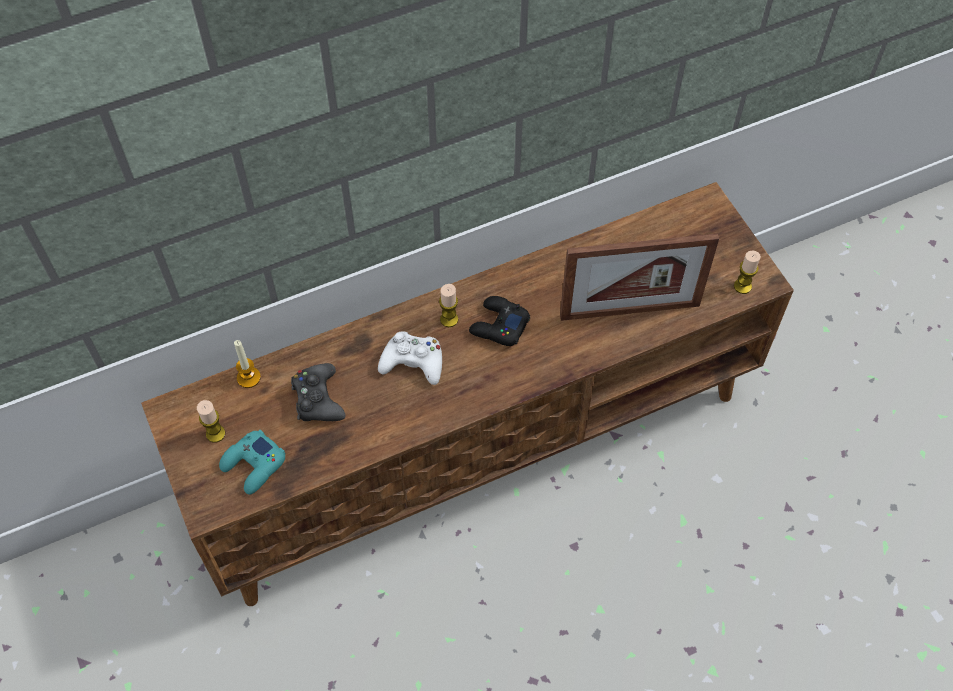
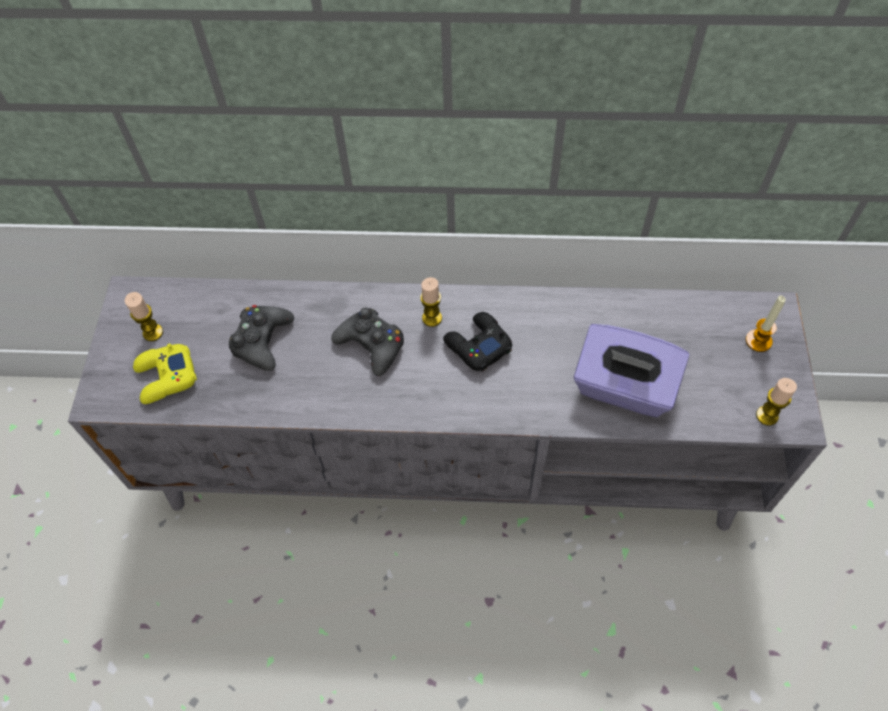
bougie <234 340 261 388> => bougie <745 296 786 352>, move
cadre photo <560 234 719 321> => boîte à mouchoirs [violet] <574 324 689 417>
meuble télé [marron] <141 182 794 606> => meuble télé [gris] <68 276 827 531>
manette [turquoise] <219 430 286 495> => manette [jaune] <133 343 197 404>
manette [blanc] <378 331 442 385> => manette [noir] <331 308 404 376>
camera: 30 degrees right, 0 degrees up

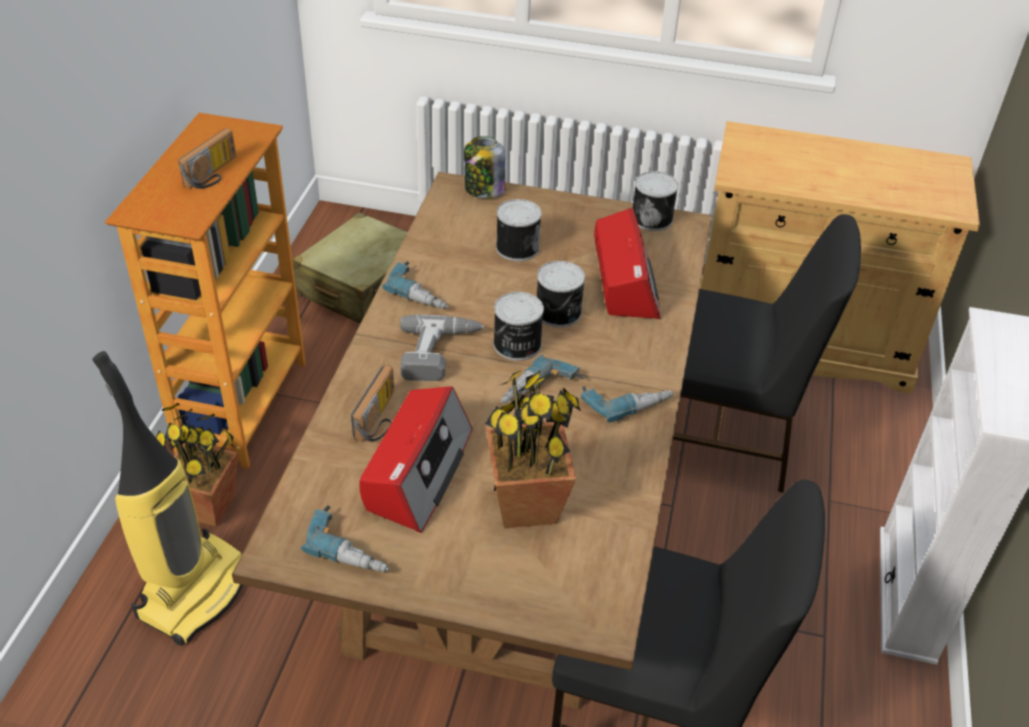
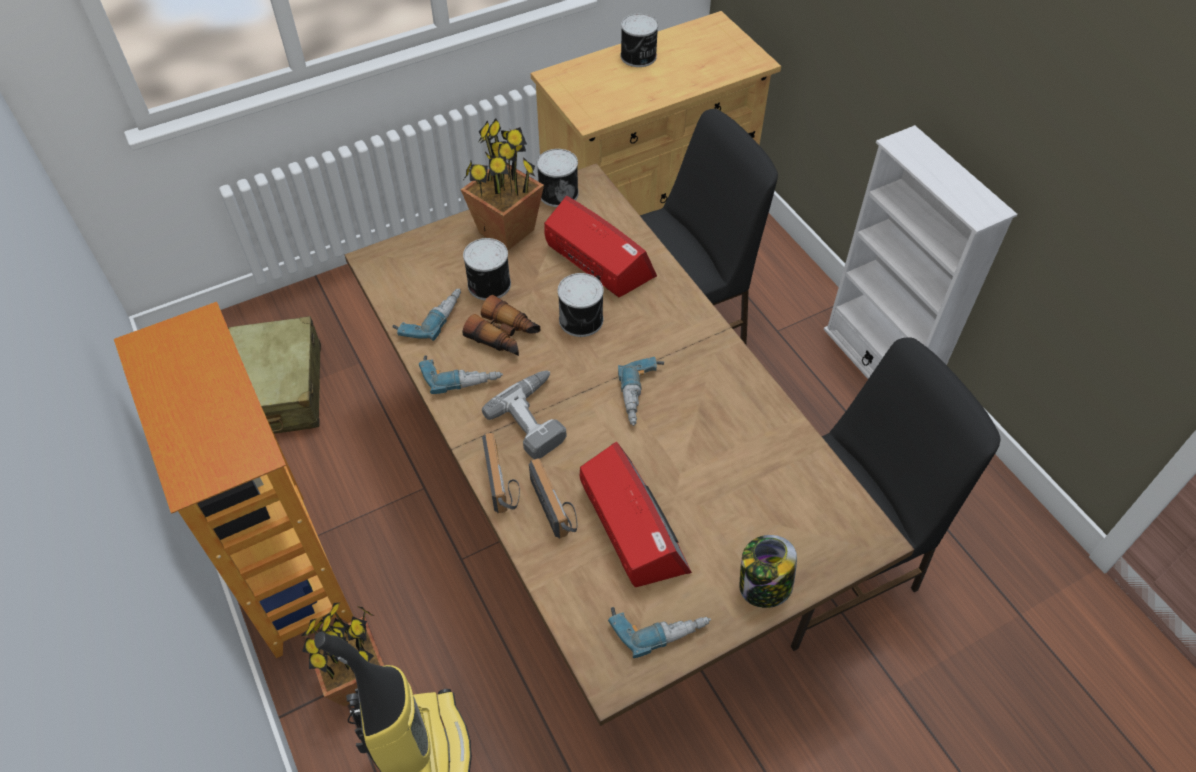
nothing => jumelles <463 295 540 356>
radio <179 128 236 189> => radio <482 433 520 513>, move
bocal <464 136 506 198> => bocal <739 535 797 608>, move
plante en pot <485 370 581 528> => plante en pot <461 118 544 250>, move
boîte métallique <493 292 544 361> => boîte métallique <621 13 658 67>, move
perceuse <581 386 674 423> => perceuse <392 288 461 341>, move
camera: 40 degrees left, 10 degrees up

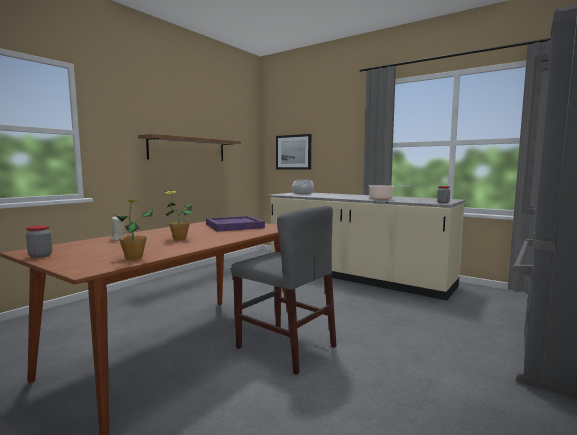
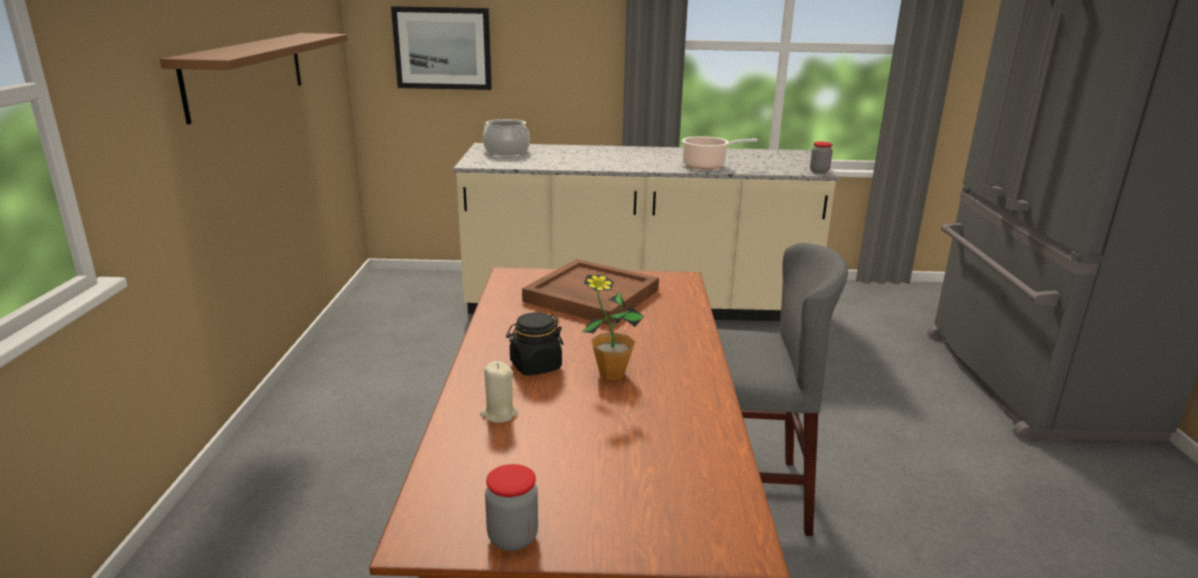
plante en pot <115 198 153 260> => nothing
nothing => bocal [noir] <506 312 564 376>
plateau [violet] <206 216 265 232> => plateau [marron] <522 259 659 325>
camera: 35 degrees left, 15 degrees up

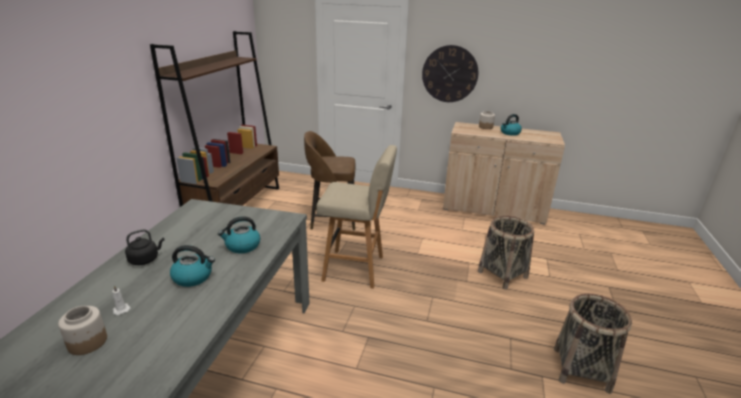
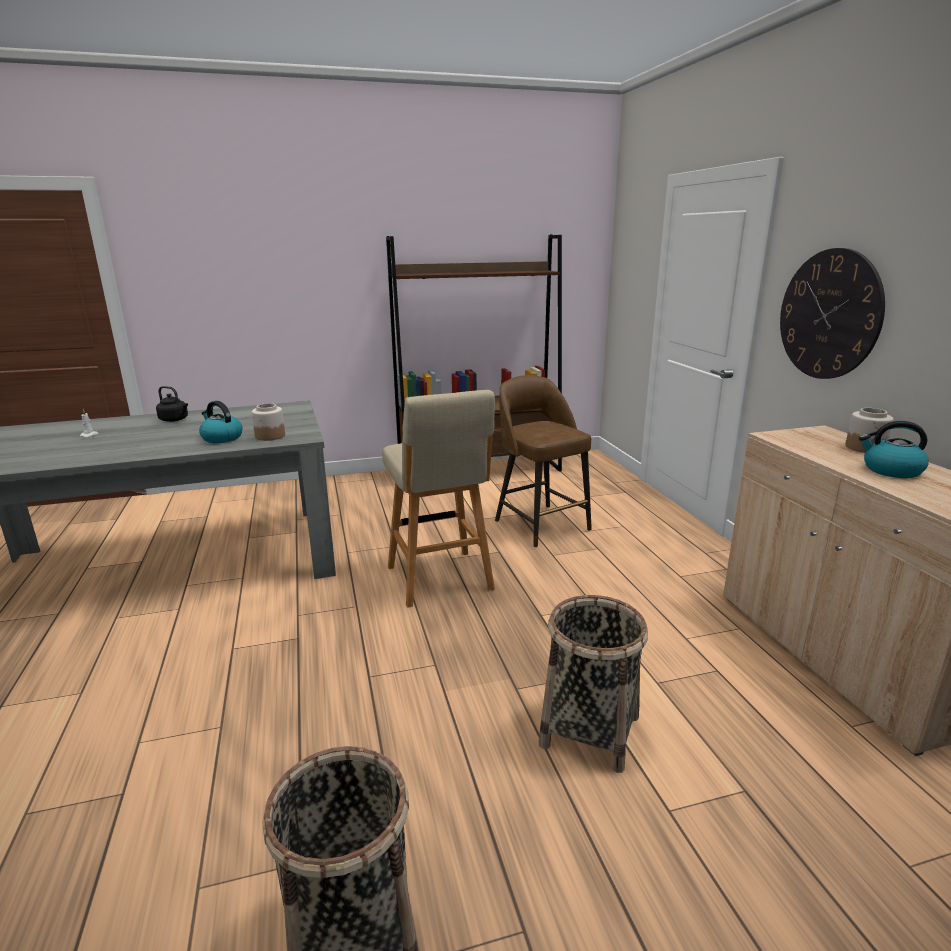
bouilloire <170 245 215 287> => nothing
bocal <58 306 107 355> => bocal <252 403 285 441>, move
camera: 60 degrees right, 5 degrees down

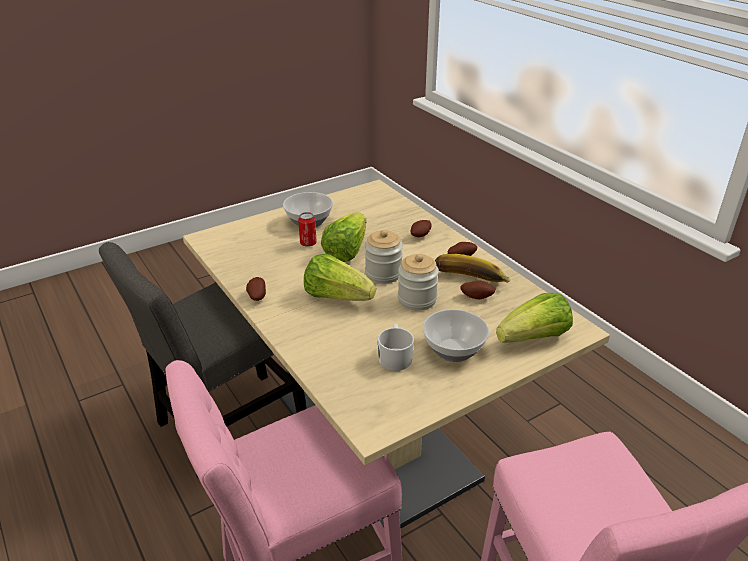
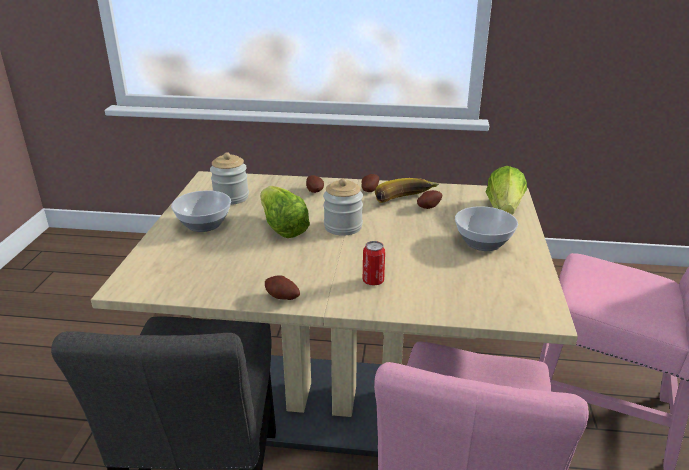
laitue <304 254 376 301> => nothing
mug [blanc] <378 324 414 371> => nothing
boîte métallique <298 212 317 247> => boîte métallique <363 241 385 286>, move
bocal <398 254 439 310> => bocal <210 152 249 205>, move
camera: 50 degrees left, 5 degrees down

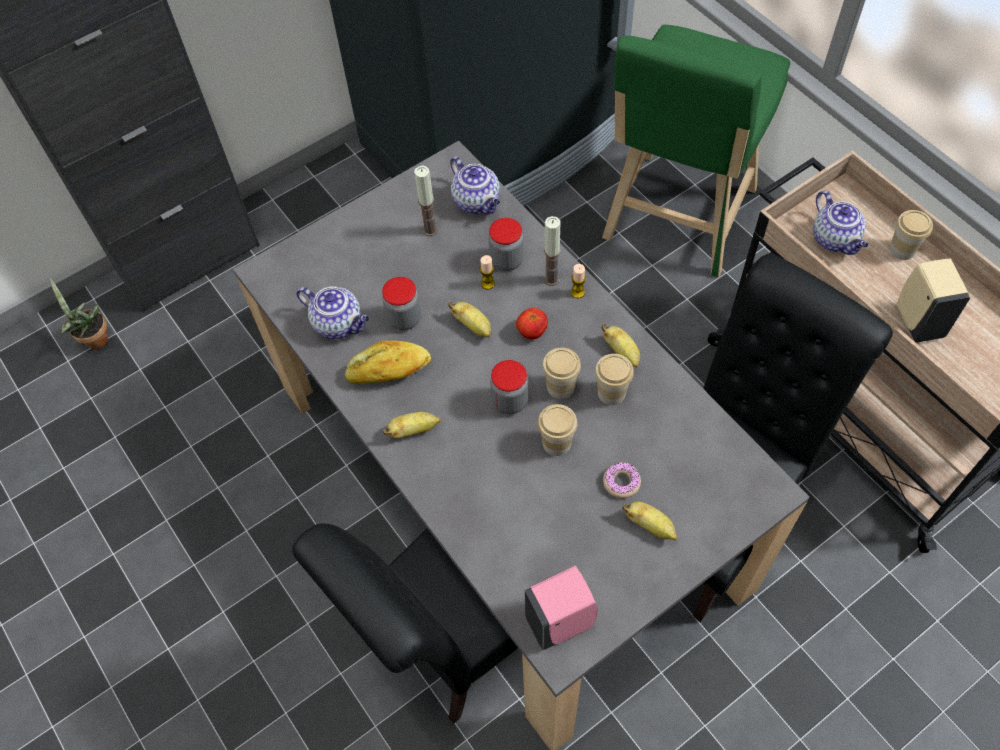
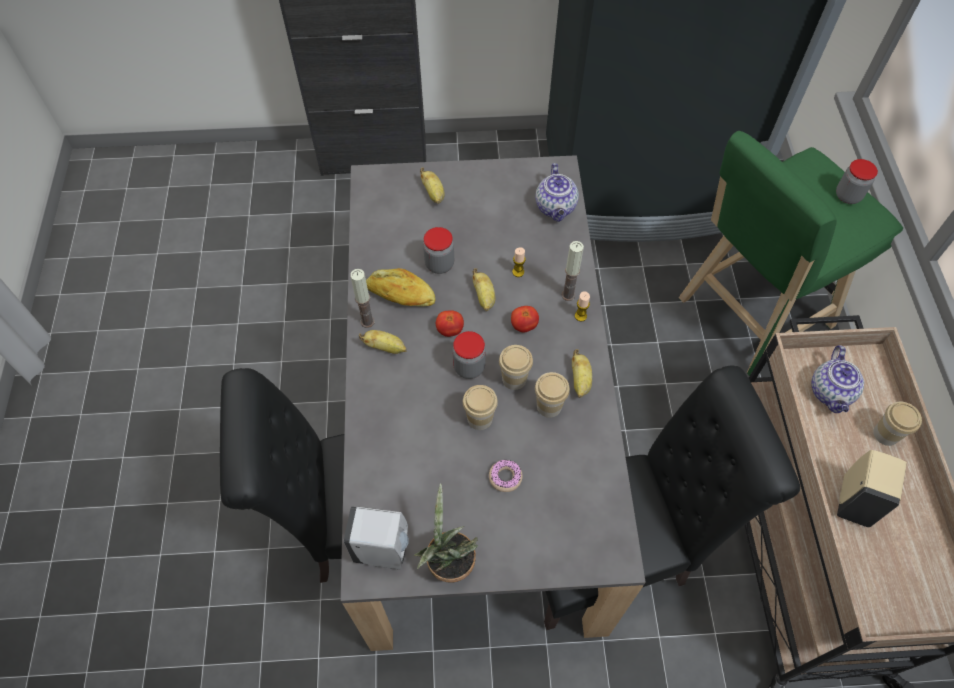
théière <297 286 369 339> => nothing
nothing => tomate <436 310 464 337>
plante en pot <50 278 108 349> => plante en pot <414 484 478 583>, move
bougie <414 166 438 236> => bougie <350 269 375 328>, move
bocal <489 218 524 271> => bocal <836 159 878 204>, move
banane <622 502 677 541> => banane <420 167 445 204>, move
distributeur de savon [rose] <524 565 598 650> => distributeur de savon [blanc] <344 507 409 569>
camera: 30 degrees right, 0 degrees up

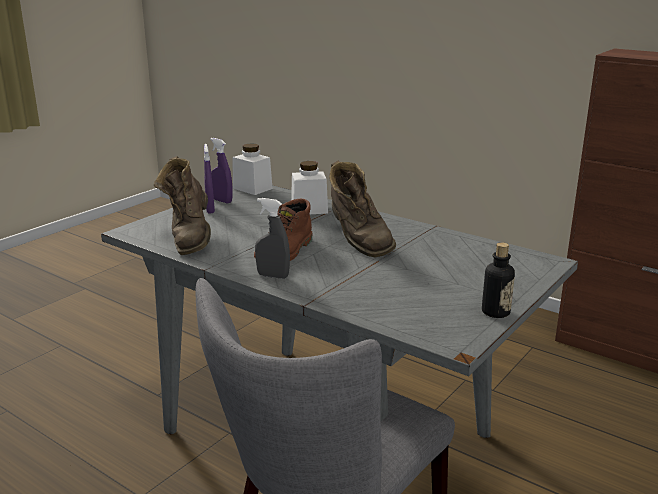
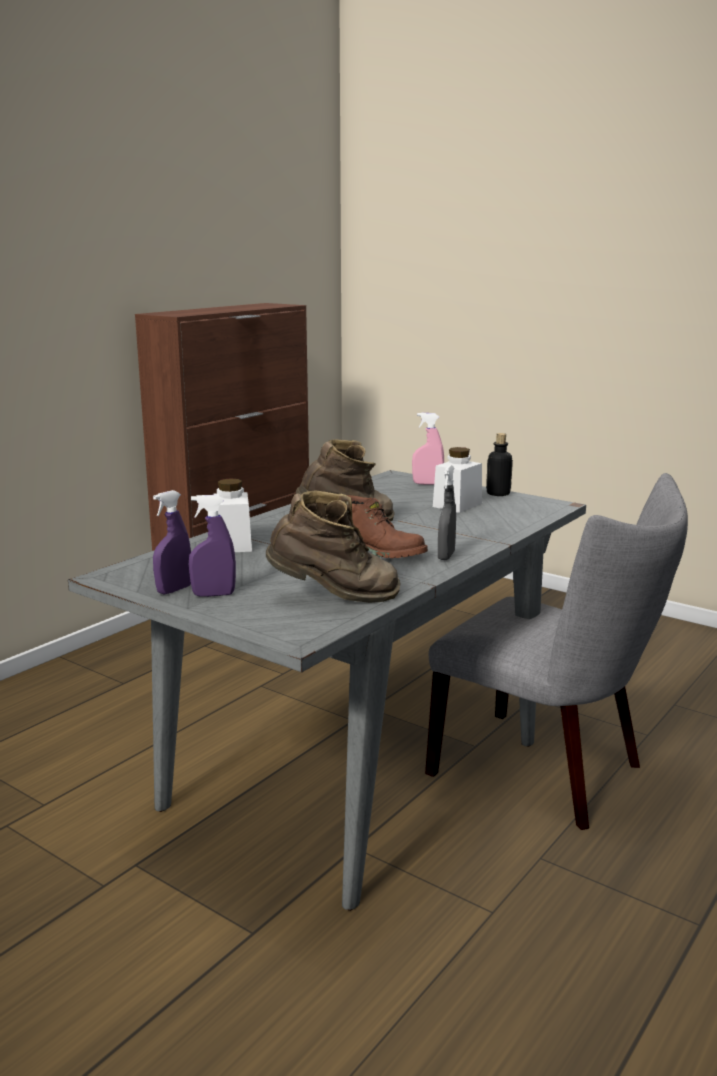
nothing => vaporisateur [rose] <412 413 444 485>
bocal [blanc] <233 143 273 195> => bocal [blanc] <433 447 482 513>, move
camera: 90 degrees left, 5 degrees down

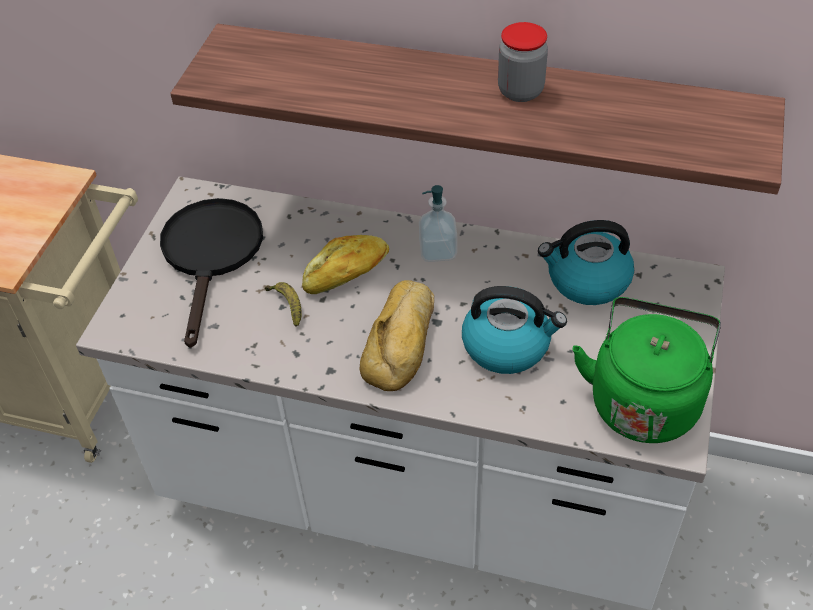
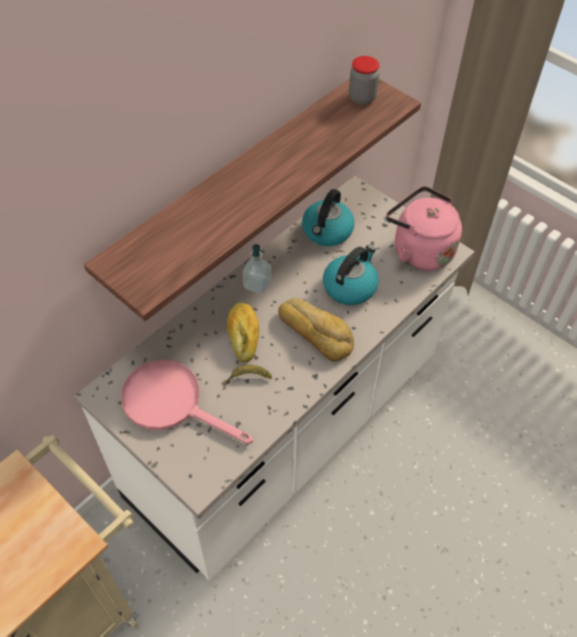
bocal <498 22 548 102> => bocal <349 56 380 105>, move
poêle [noir] <160 198 263 348> => poêle [rose] <121 360 253 444>
bouilloire [vert] <573 297 721 443> => bouilloire [rose] <386 186 462 271>
camera: 65 degrees left, 5 degrees up

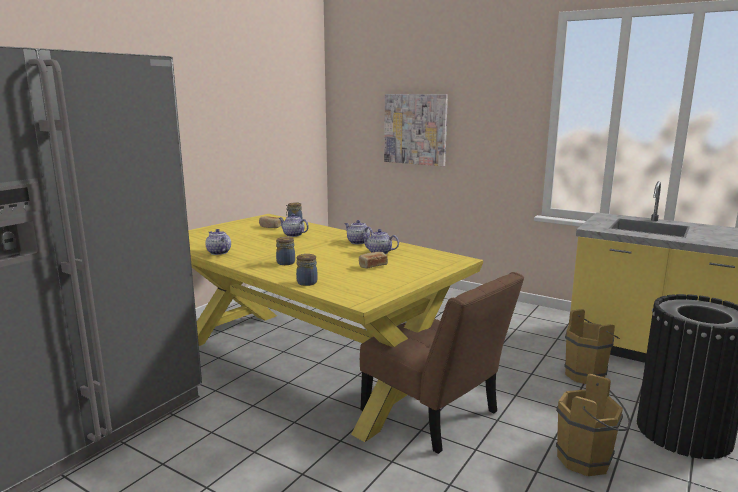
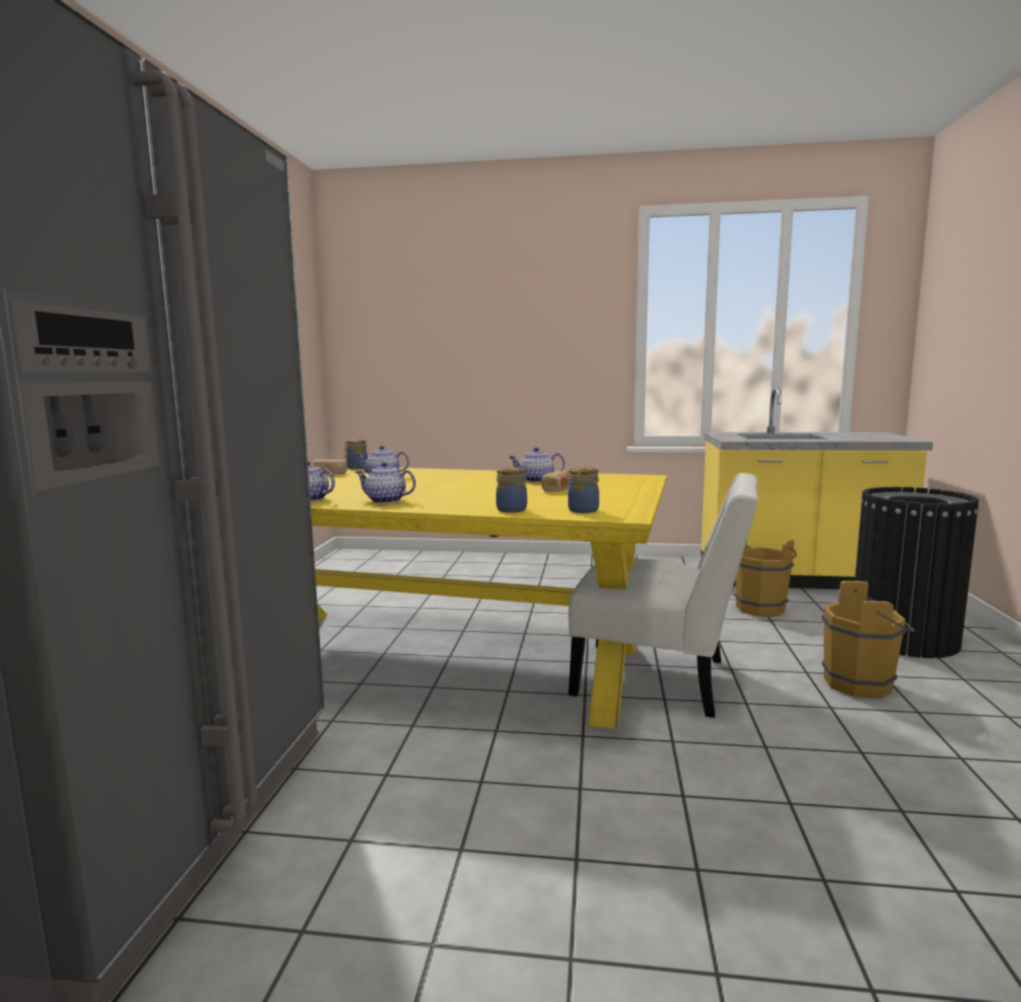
tableau <384 94 448 166> => nothing
bocal <276 237 295 265> => bocal <565 467 599 513>, move
théière <344 220 373 244> => théière <356 462 416 503>, move
chaise [marron] <360 272 524 454> => chaise [blanc] <568 473 758 718>
camera: 25 degrees left, 5 degrees down

